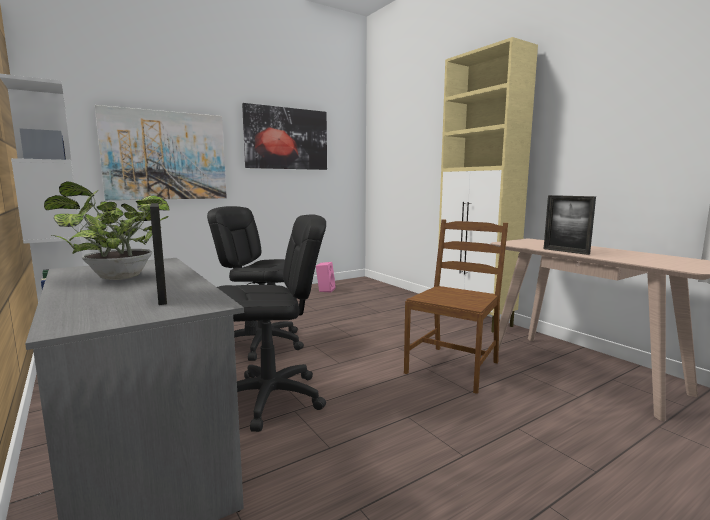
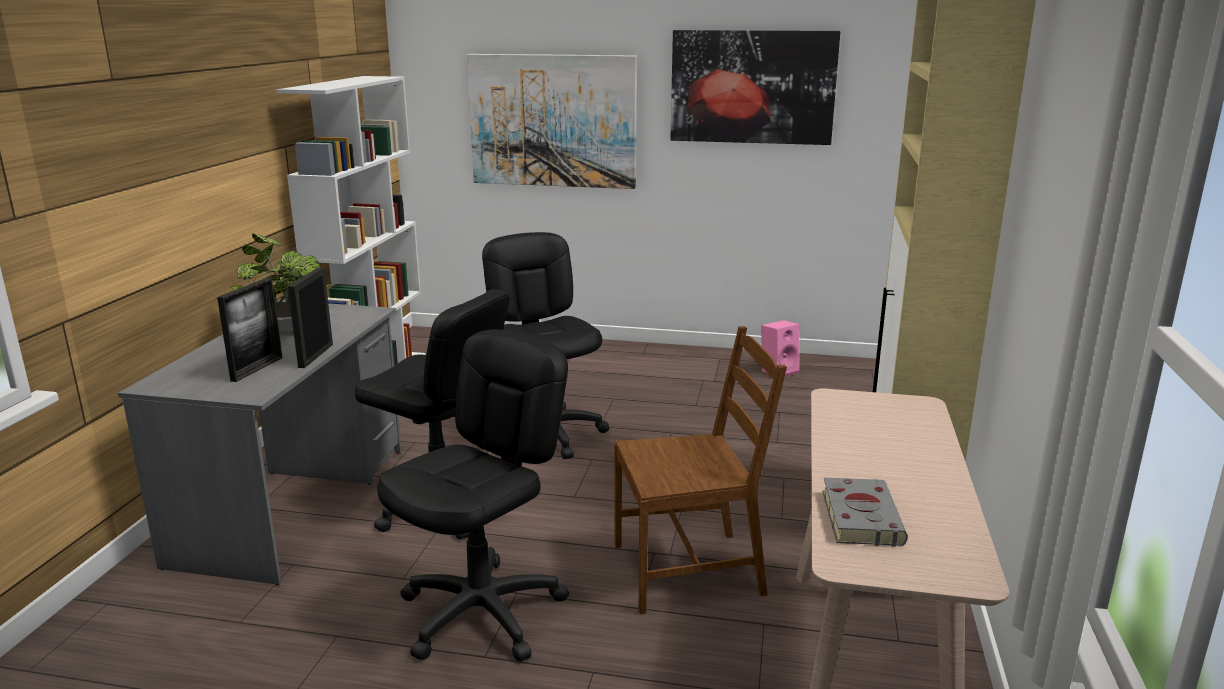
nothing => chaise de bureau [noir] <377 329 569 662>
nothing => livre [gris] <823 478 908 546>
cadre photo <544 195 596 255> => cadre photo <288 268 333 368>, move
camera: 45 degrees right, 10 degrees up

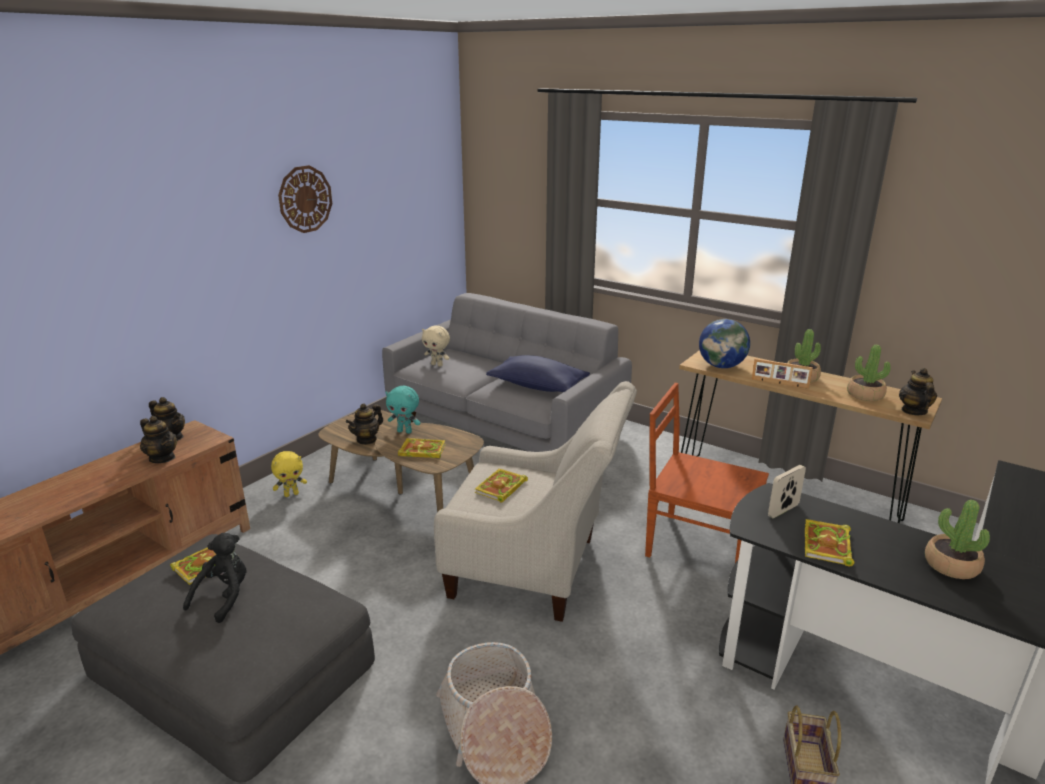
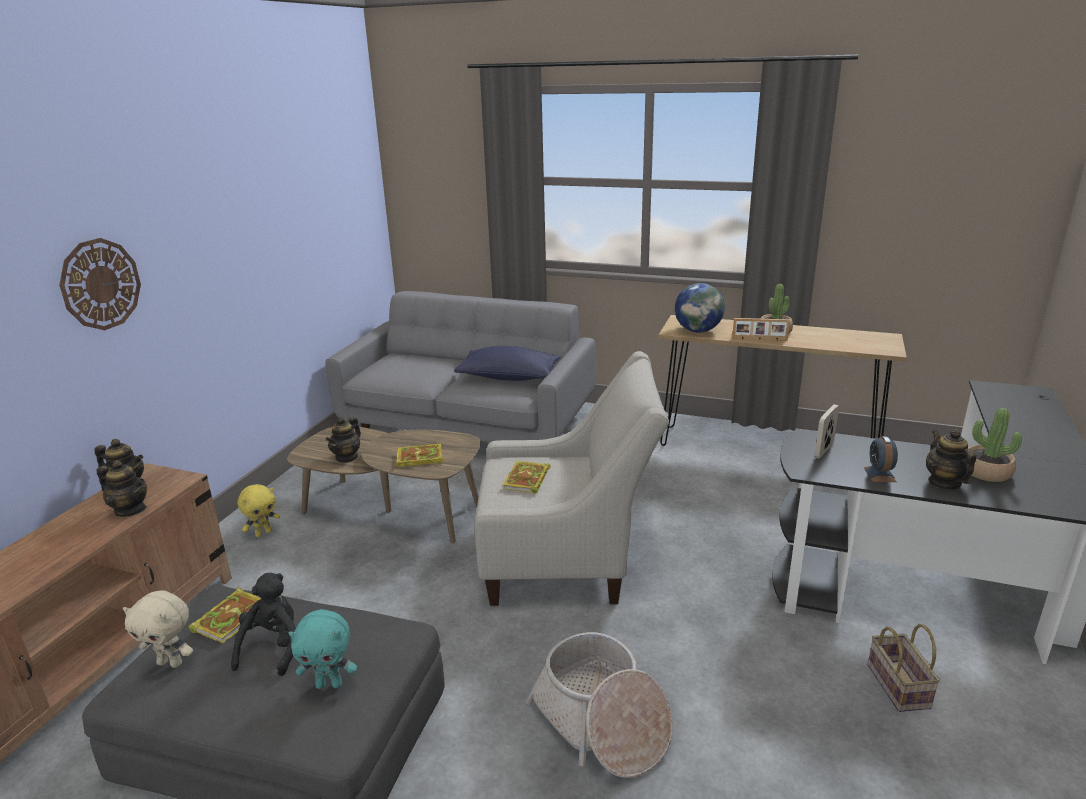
chaise [marron] <645 383 769 563> => nothing
plante en pot <847 345 891 401> => nothing
horloge murale <278 165 332 233> => horloge murale <59 238 141 330>, move
peluche [turquoise] <385 386 421 434> => peluche [turquoise] <289 609 357 689>, move
peluche [beige] <422 326 450 367> => peluche [beige] <123 590 193 668>, move
théière <899 368 937 415> => théière <926 429 976 490>, move
livre <805 519 854 566> => réveil <863 436 898 482>
camera: 15 degrees left, 0 degrees up

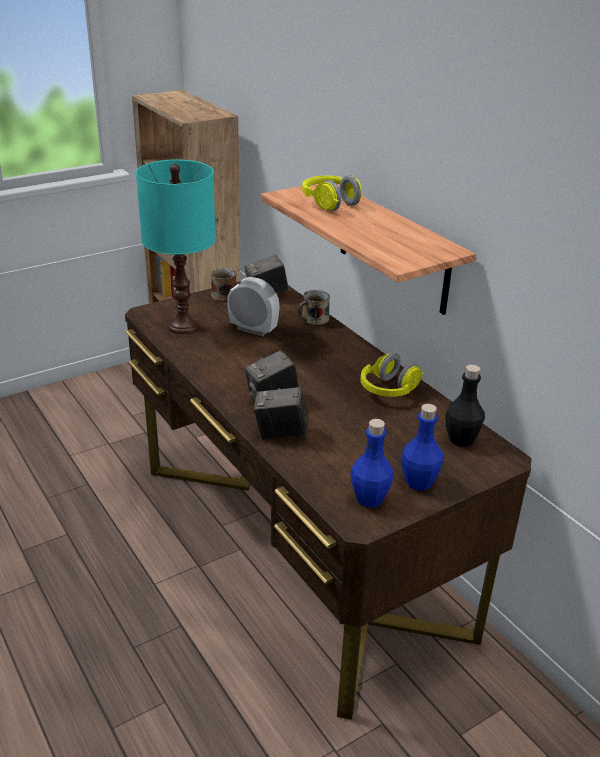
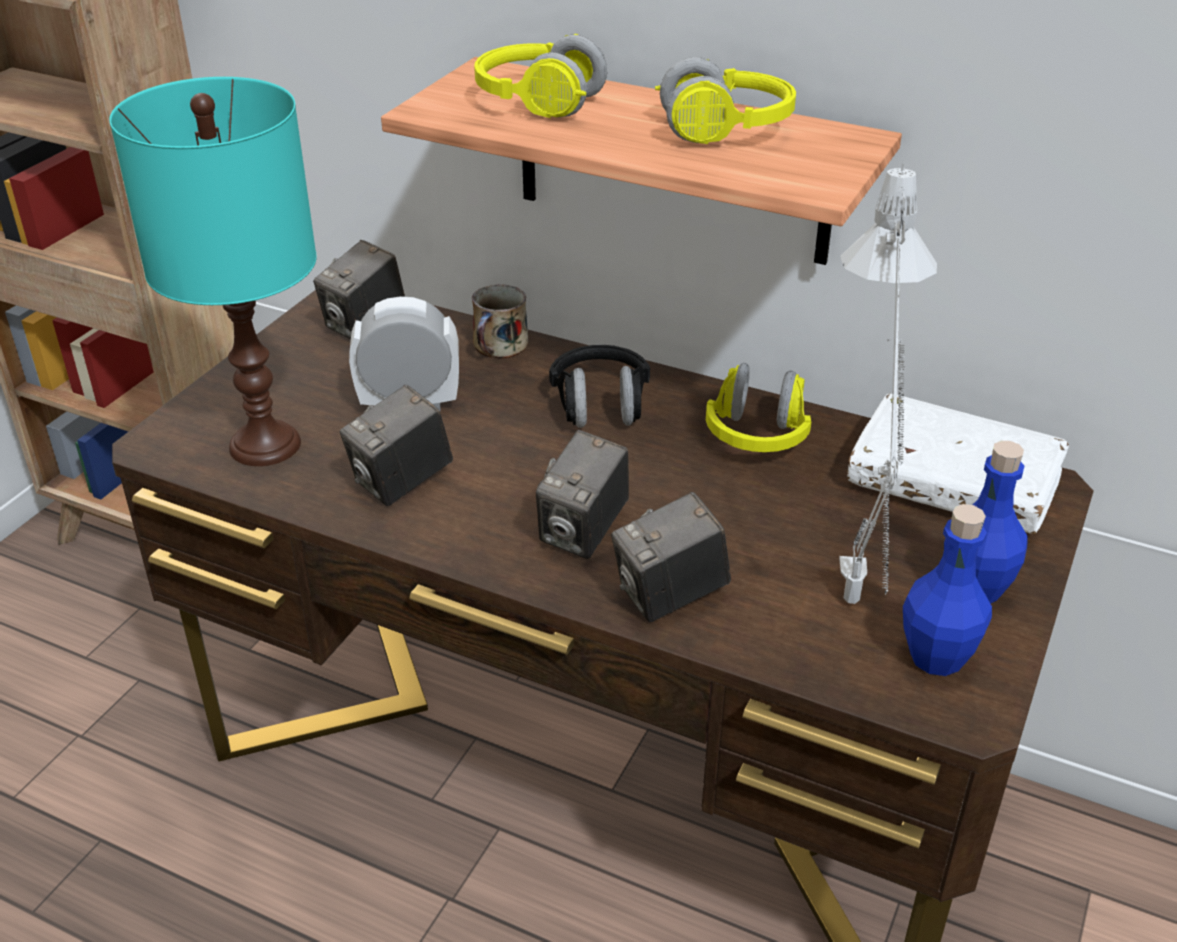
mug <211 268 236 302> => nothing
nothing => appareil photo <339 385 453 506>
nothing => casque audio [noir] <549 345 650 428>
nothing => casque audio [jaune] <655 57 796 144>
nothing => lampe de table [gris] <839 164 937 604>
bouteille [noir] <445 365 485 447> => livre [blanc] <847 393 1069 535>
camera: 30 degrees left, 5 degrees up

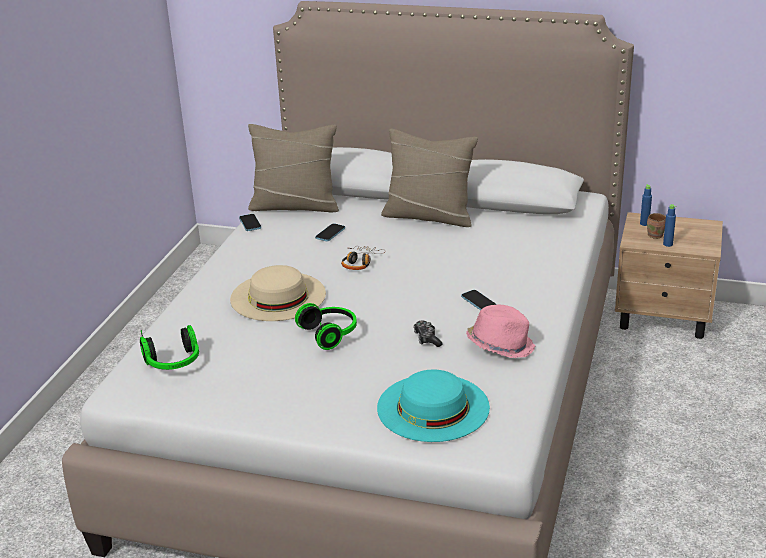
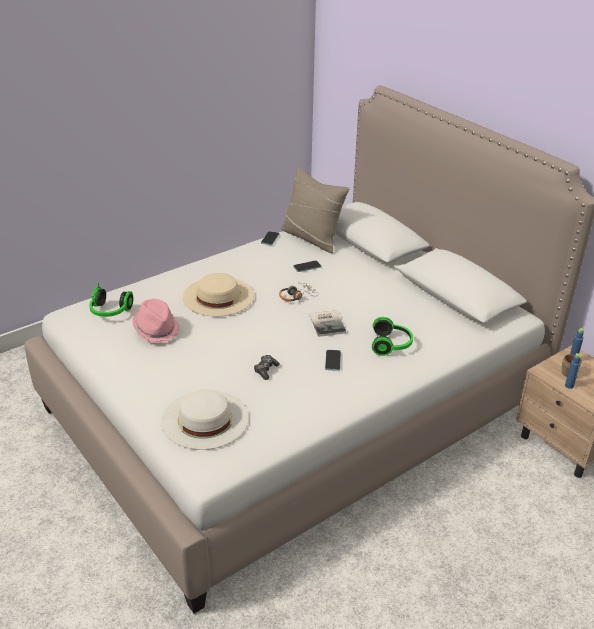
coussin [beige] <381 129 478 227> => nothing
nothing => livre <309 310 346 337>
casque audio <295 303 357 350> => casque audio <372 317 413 356>, move
chapeau [rose] <466 305 536 358> => chapeau [rose] <132 299 180 343>, move
chapeau [turquoise] <377 370 490 442> => chapeau [blanc] <161 389 249 450>
camera: 35 degrees right, 5 degrees up

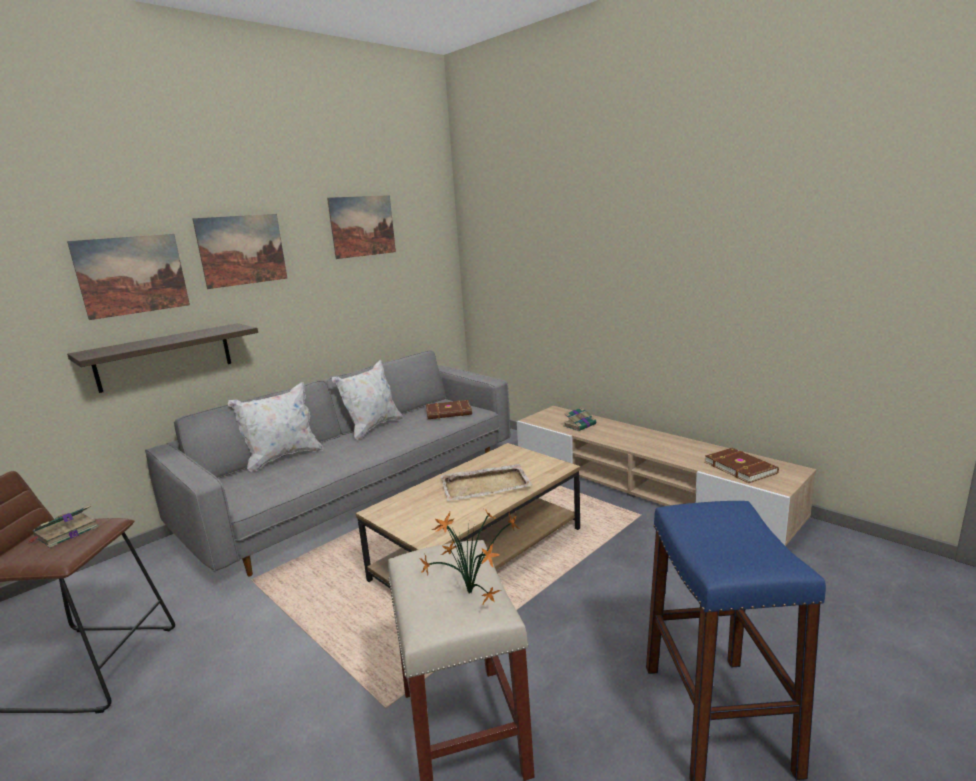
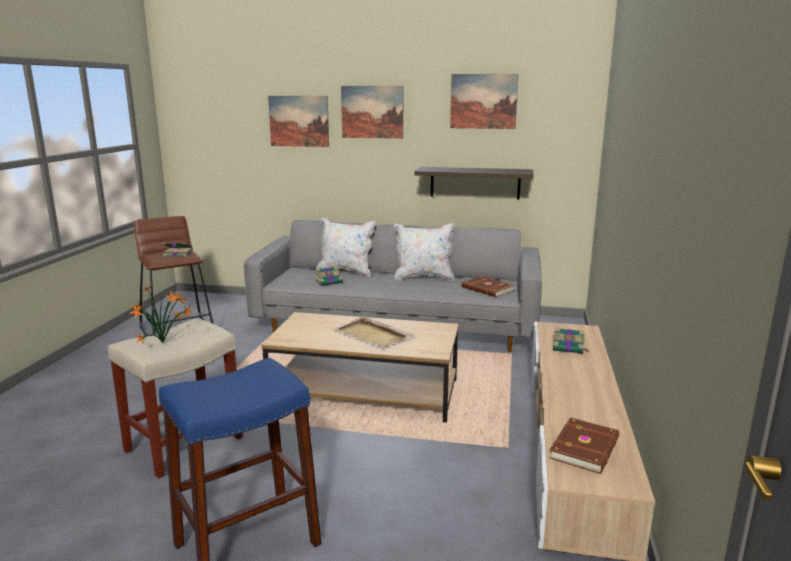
nothing => livre <315 267 346 286>
étagère <67 323 258 393> => étagère <415 167 534 199>, move
camera: 55 degrees right, 0 degrees up

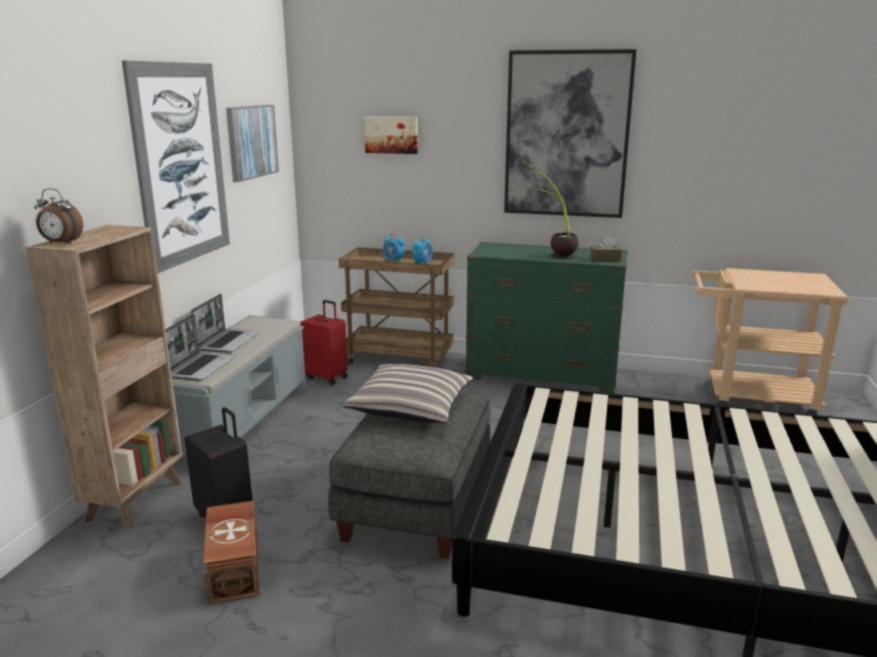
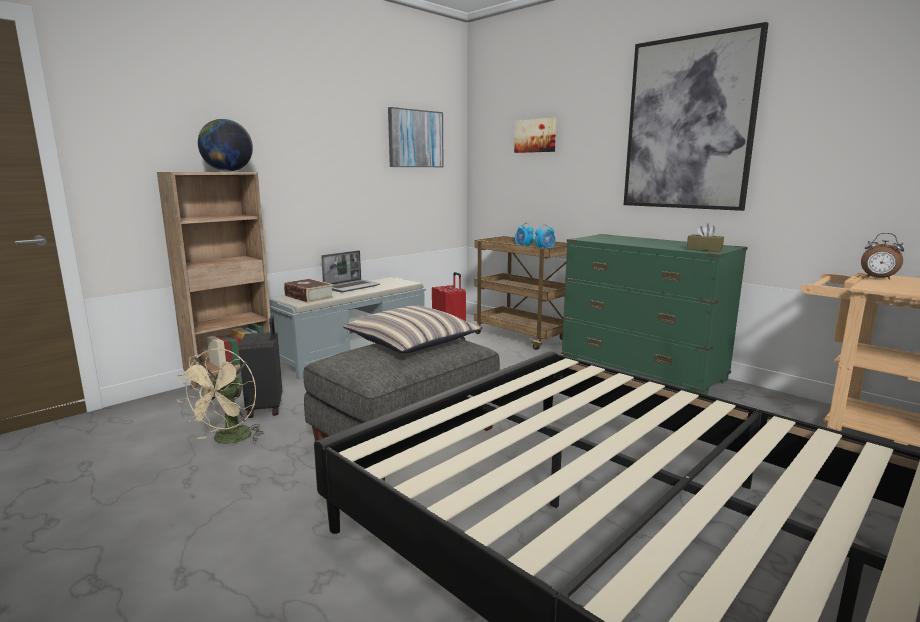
tableau <122 60 230 273> => nothing
plante en pot <517 160 578 259> => nothing
nothing => globe <198 119 253 172>
réveil <34 188 83 244> => réveil <861 233 904 280>, move
ordinateur portable <165 314 236 381> => livre <284 279 334 303>
boîte de rangement [marron] <203 501 260 605> => ventilateur [beige] <177 348 264 444>
camera: 30 degrees right, 5 degrees down

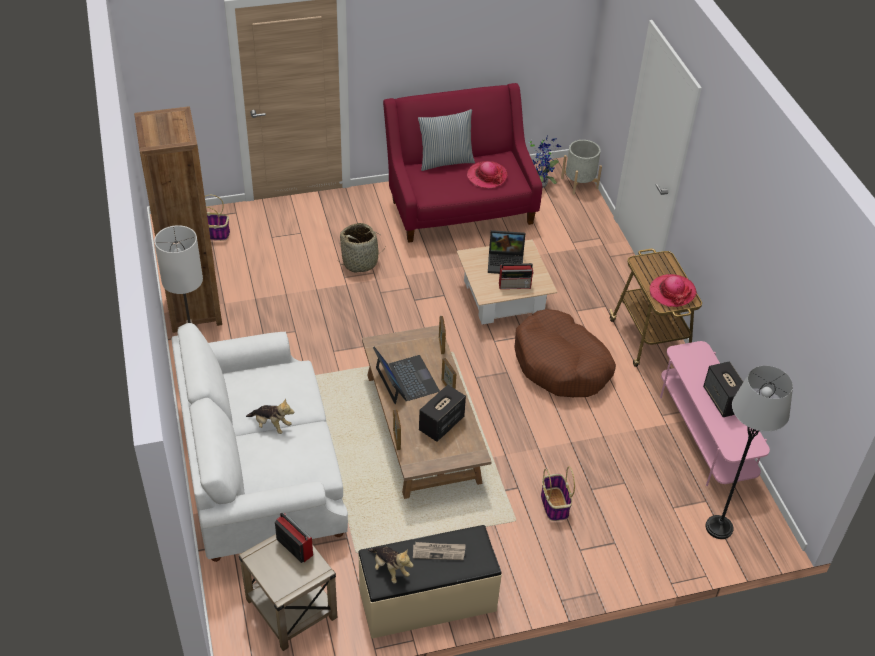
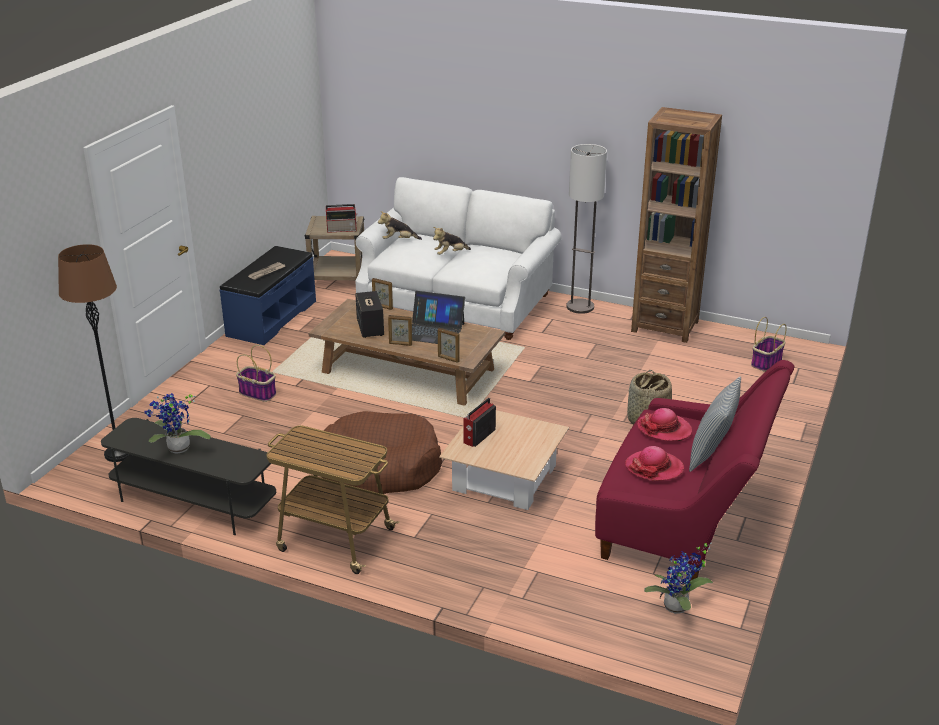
ordinateur portable <488 230 525 274> => nothing
cache-pot [gris] <561 140 602 195> => nothing
peluche <368 547 414 584> => peluche <378 211 422 240>, move
chapeau <650 274 697 307> => chapeau <637 408 692 441>, move
enceinte <703 361 743 417> => plante en pot <144 393 211 454>
banc [beige] <358 525 502 639> => banc [bleu] <220 246 316 345>
meuble télé [rose] <660 341 770 486> => meuble télé [gris] <101 418 276 535>
lampadaire [gris] <706 366 793 539> => lampadaire [marron] <58 244 130 462>
camera: 130 degrees right, 15 degrees down

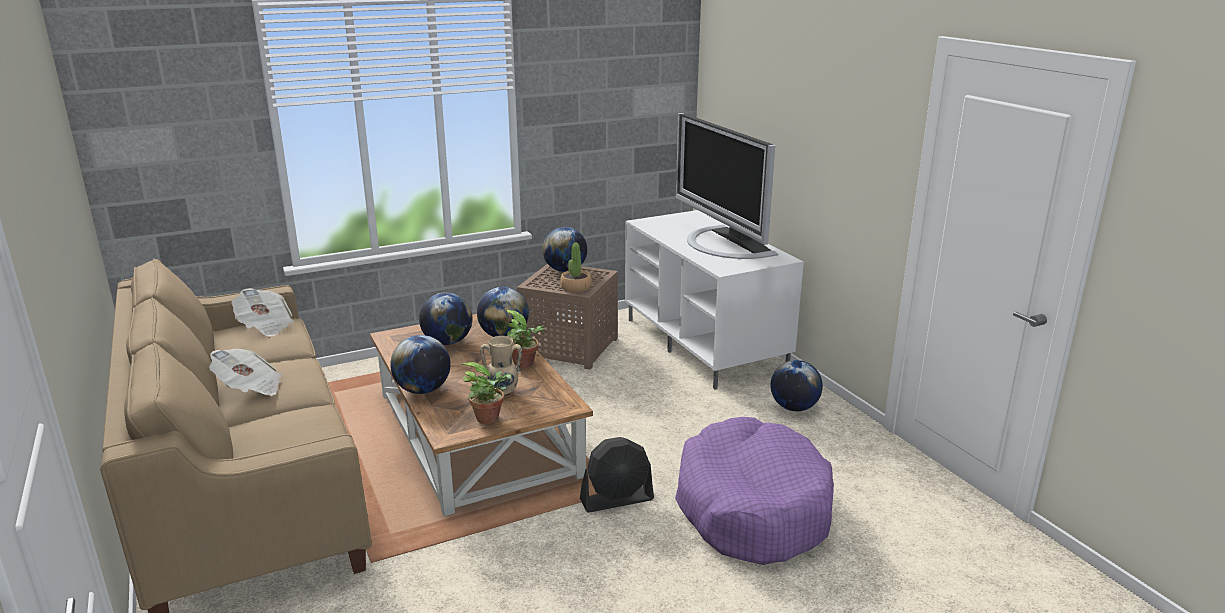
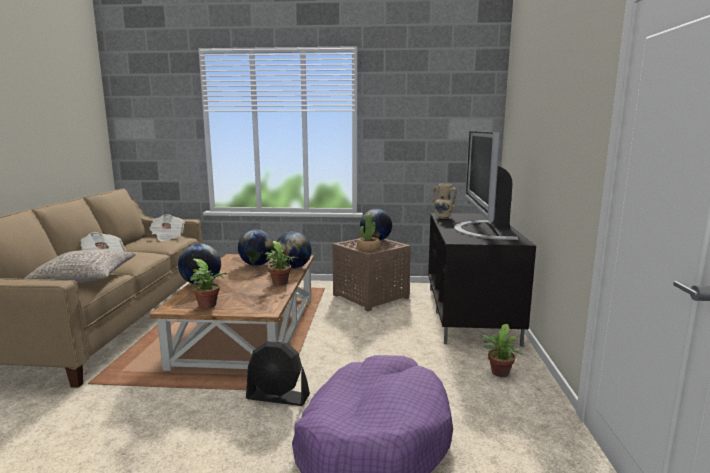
nothing => coussin [gris] <24 250 135 283>
vase [beige] <480 336 522 397> => vase [beige] <433 183 457 219>, move
globe <770 360 823 411> => plante en pot <480 324 523 377>
meuble télé [blanc] <625 210 804 390> => meuble télé [noir] <428 213 536 347>
camera: 30 degrees right, 10 degrees down

